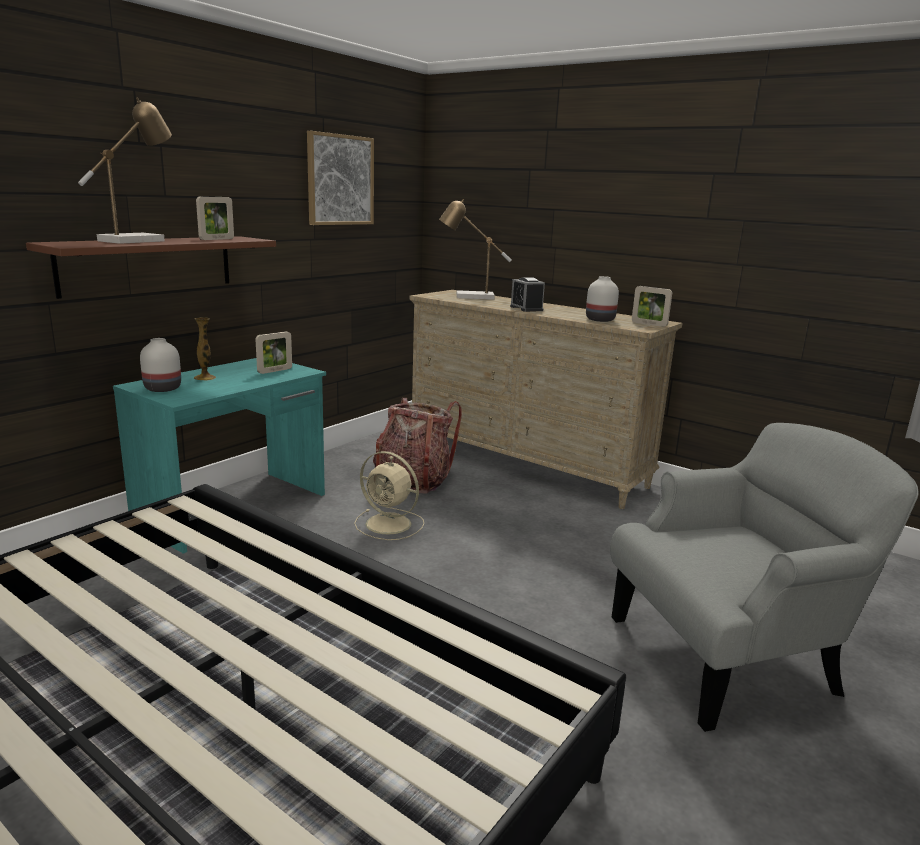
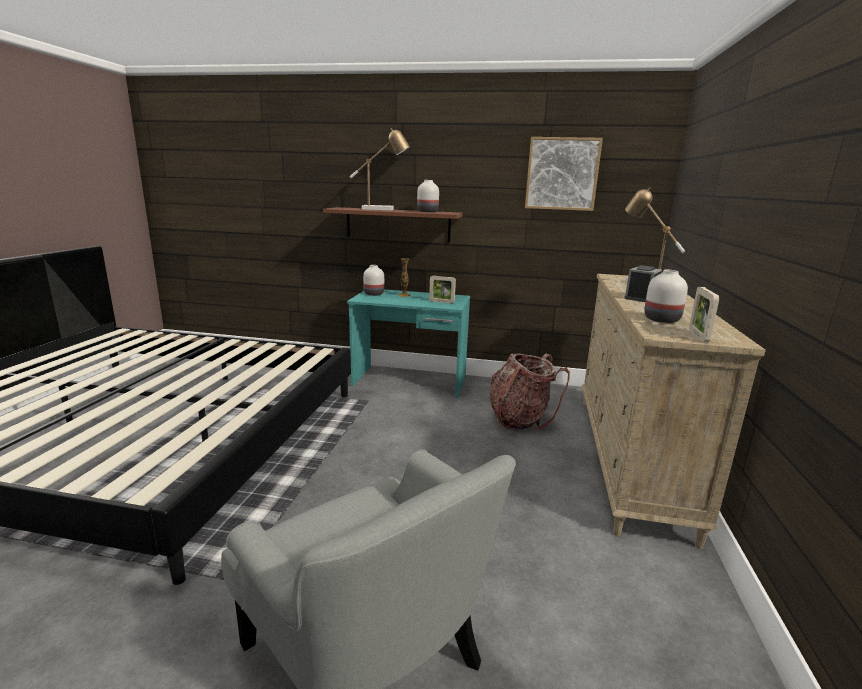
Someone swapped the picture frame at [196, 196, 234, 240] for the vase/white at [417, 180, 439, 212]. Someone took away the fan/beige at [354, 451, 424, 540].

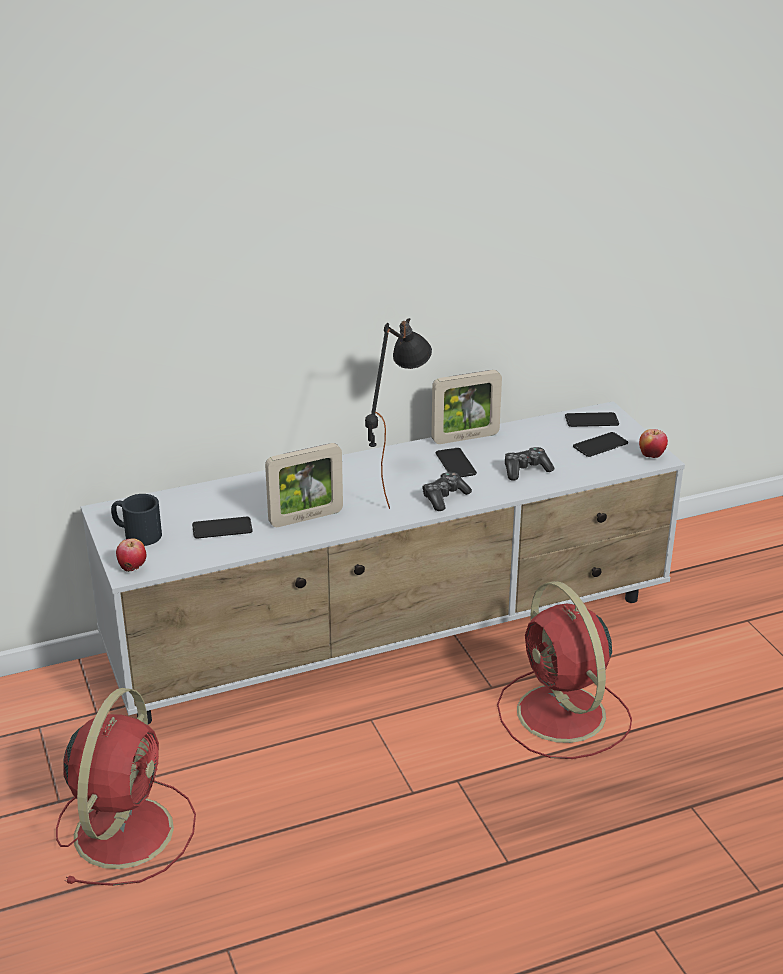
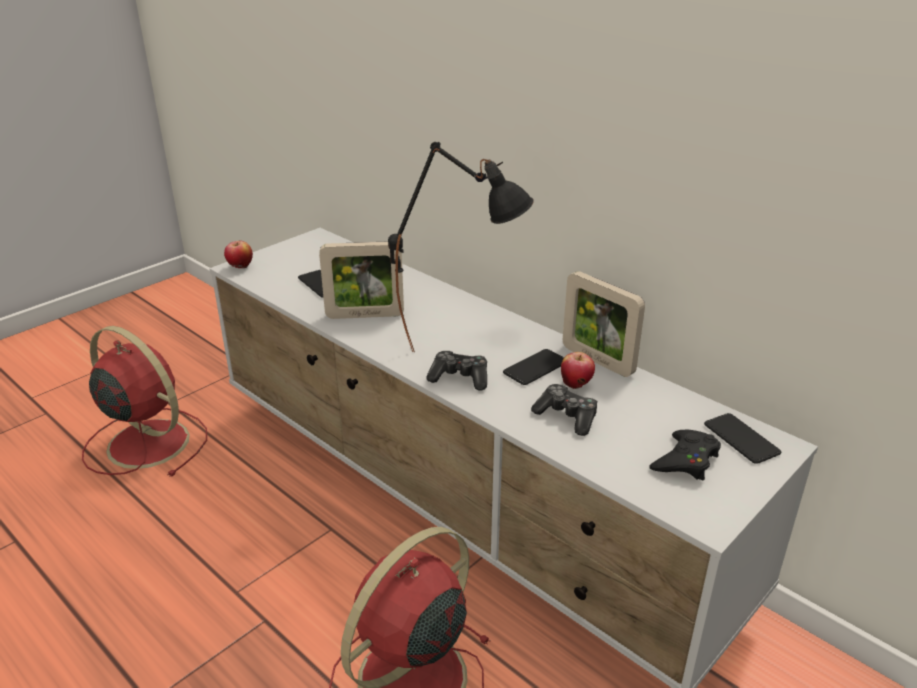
Someone carried the apple from [639, 429, 668, 458] to [561, 352, 595, 389]. Someone swapped the phone at [573, 432, 628, 457] for the game controller/black at [649, 430, 721, 480]. Someone rotated the picture frame at [265, 443, 343, 527] by 45 degrees counterclockwise. Someone took away the mug/black at [111, 494, 162, 546]. Someone rotated the fan/red at [56, 688, 196, 886] by 135 degrees counterclockwise.

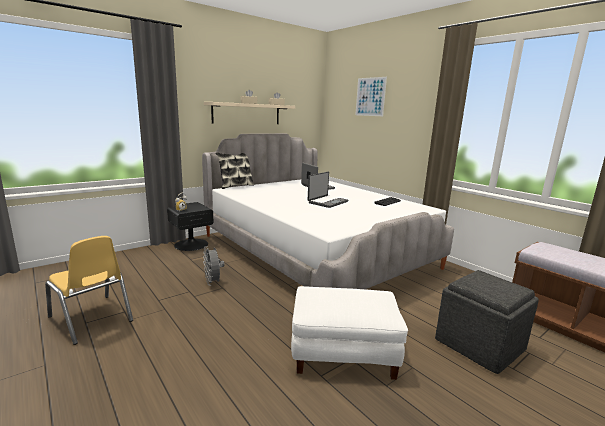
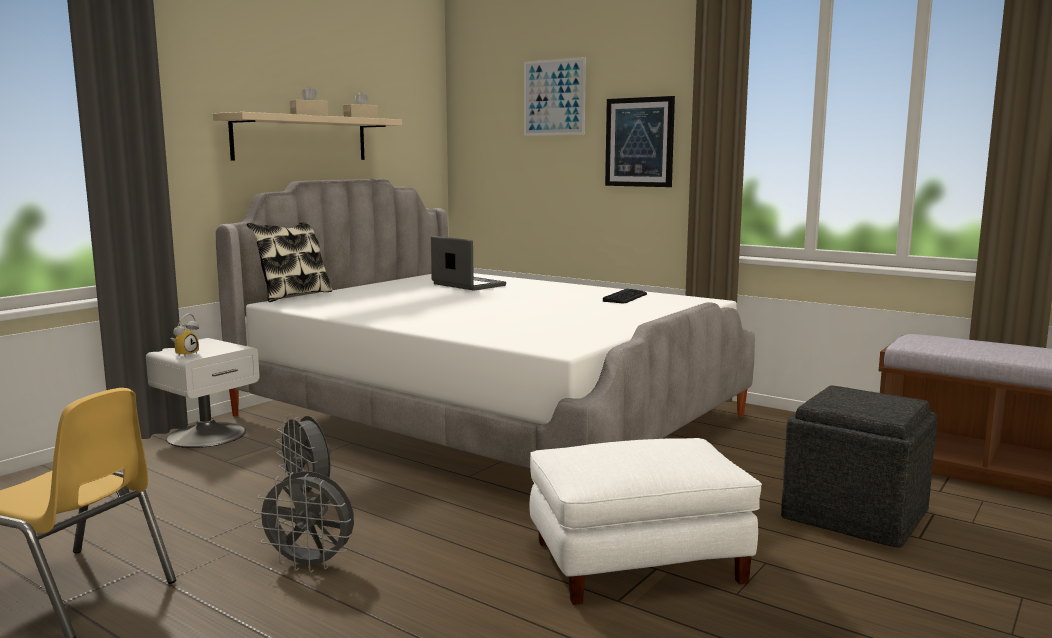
Someone took away the laptop at [308, 172, 348, 208]. Someone repainted the nightstand/black at [167, 202, 214, 251], which became the nightstand/white at [146, 338, 260, 448]. Someone put up the picture at [605, 96, 675, 187]. Someone put down the fan/grey at [253, 471, 354, 573].

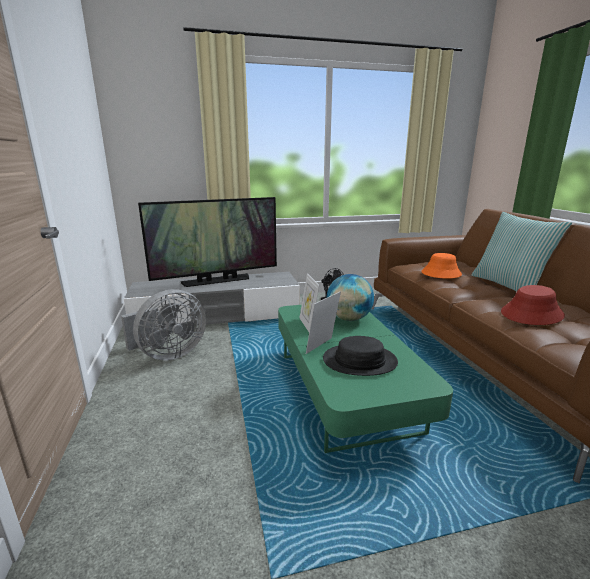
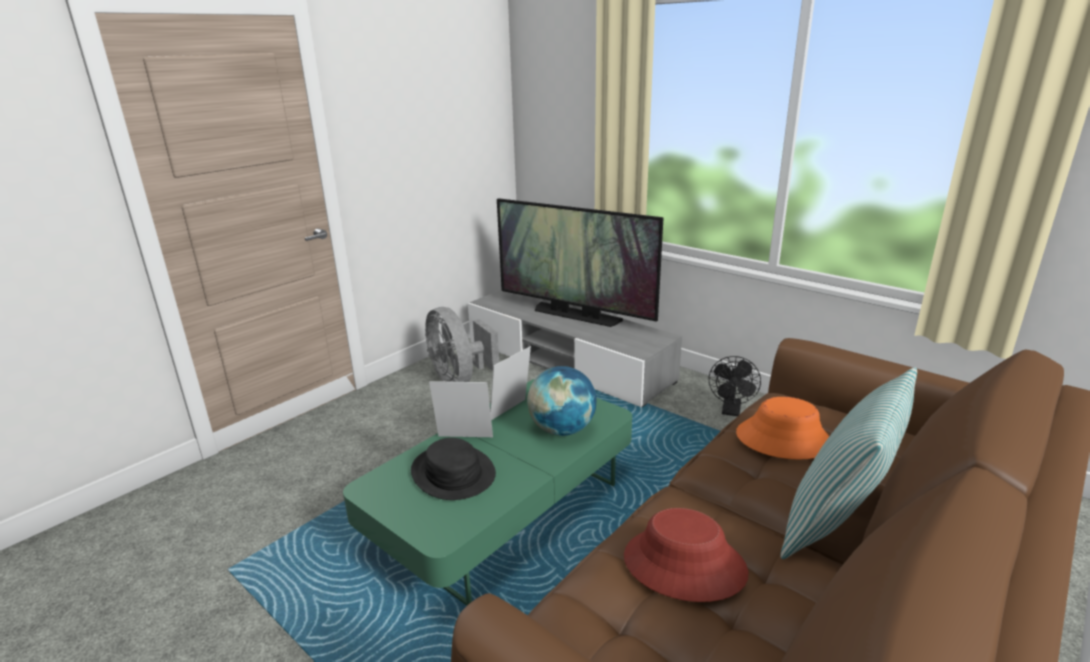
Someone rotated the fan/grey at [121, 289, 206, 361] by 45 degrees clockwise.

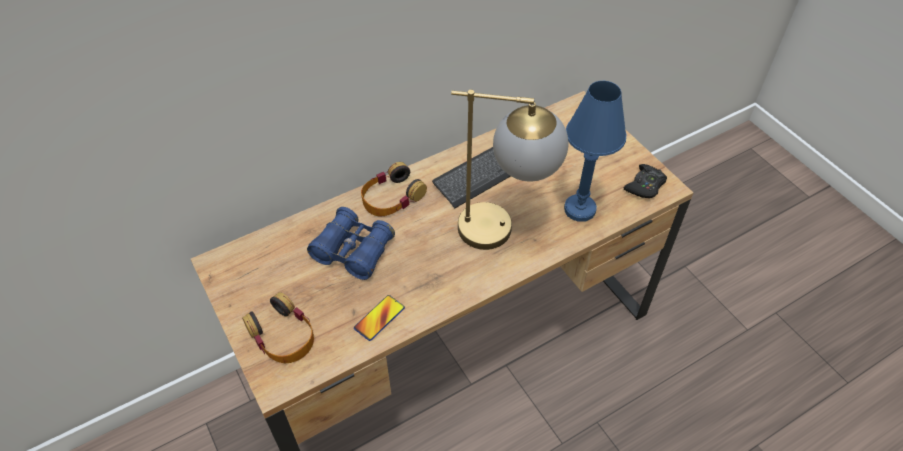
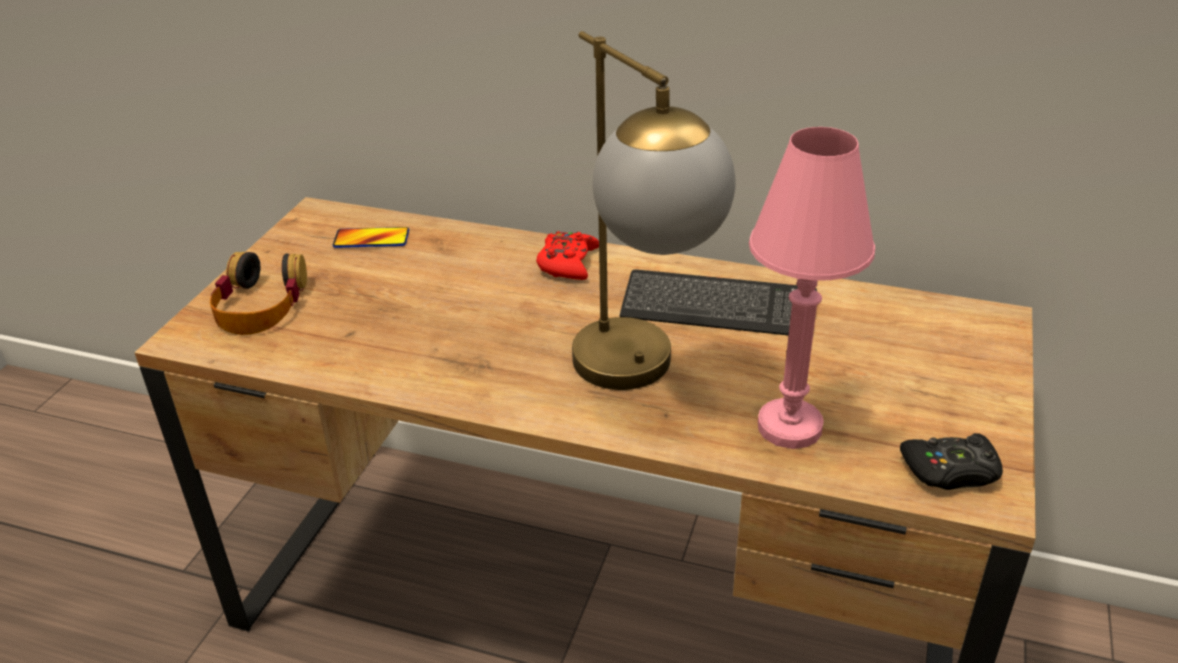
Someone repainted the table lamp/blue at [564, 81, 626, 222], which became the table lamp/pink at [749, 127, 875, 449]. Someone swapped the headphones at [361, 162, 427, 216] for the game controller/red at [536, 231, 599, 280]. Someone took away the binoculars/blue at [307, 207, 395, 280]. Someone carried the phone from [354, 295, 405, 341] to [333, 227, 409, 248].

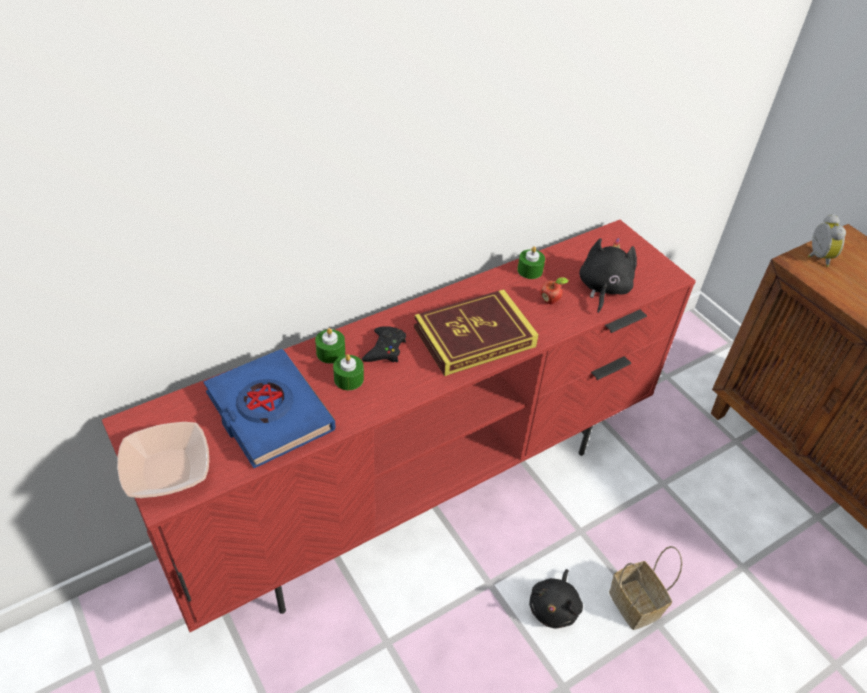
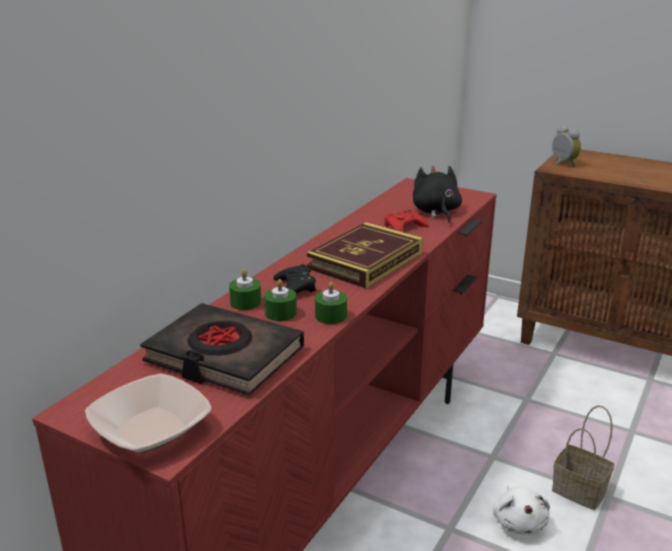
Someone carried the candle/green from [517, 246, 545, 279] to [315, 282, 347, 324]. Someone swapped the apple at [540, 277, 569, 304] for the game controller/red at [384, 210, 429, 232]. Someone repainted the book/blue at [203, 349, 336, 468], which became the book/black at [140, 303, 304, 395]. Someone repainted the plush toy/black at [529, 569, 583, 628], which became the plush toy/white at [493, 485, 550, 535].

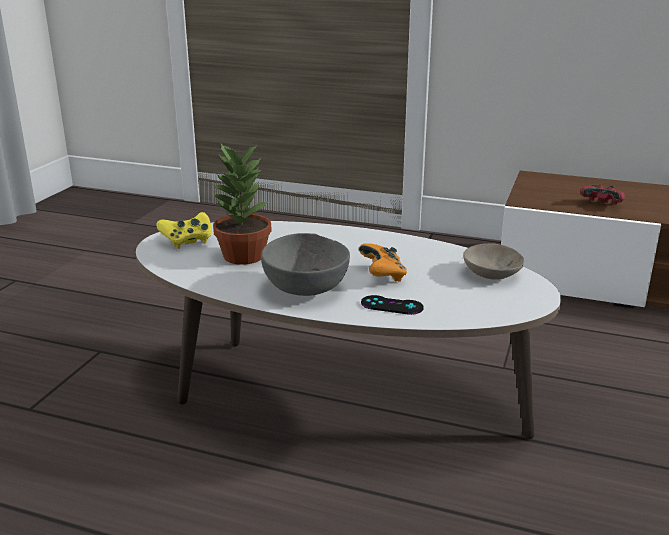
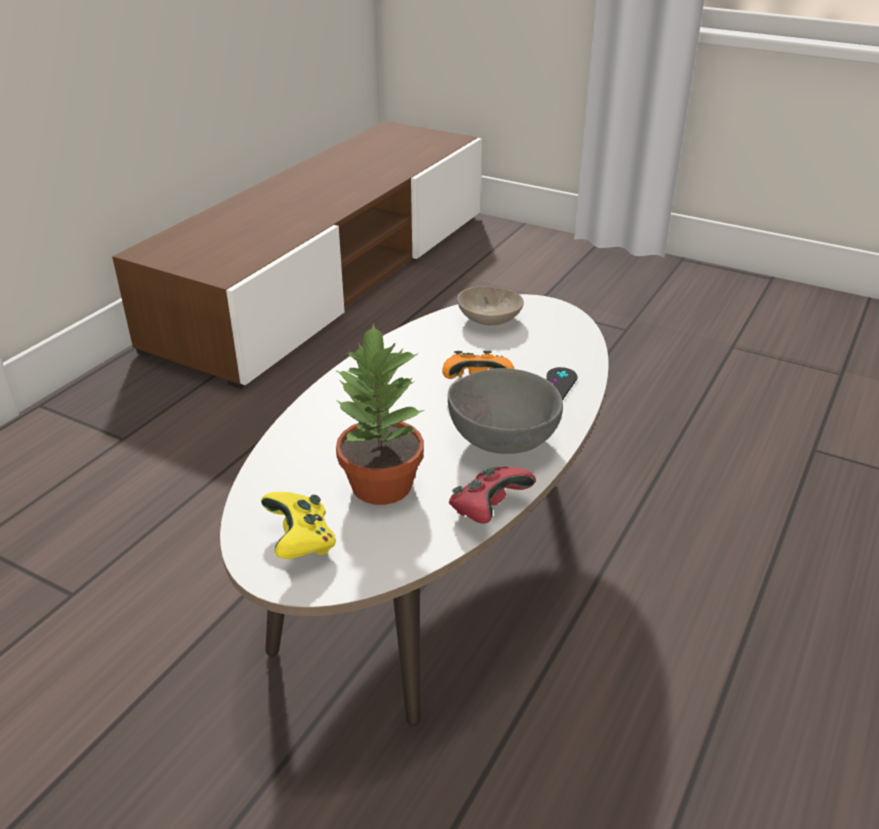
Someone carried the game controller/red from [580, 185, 625, 205] to [449, 467, 536, 524].

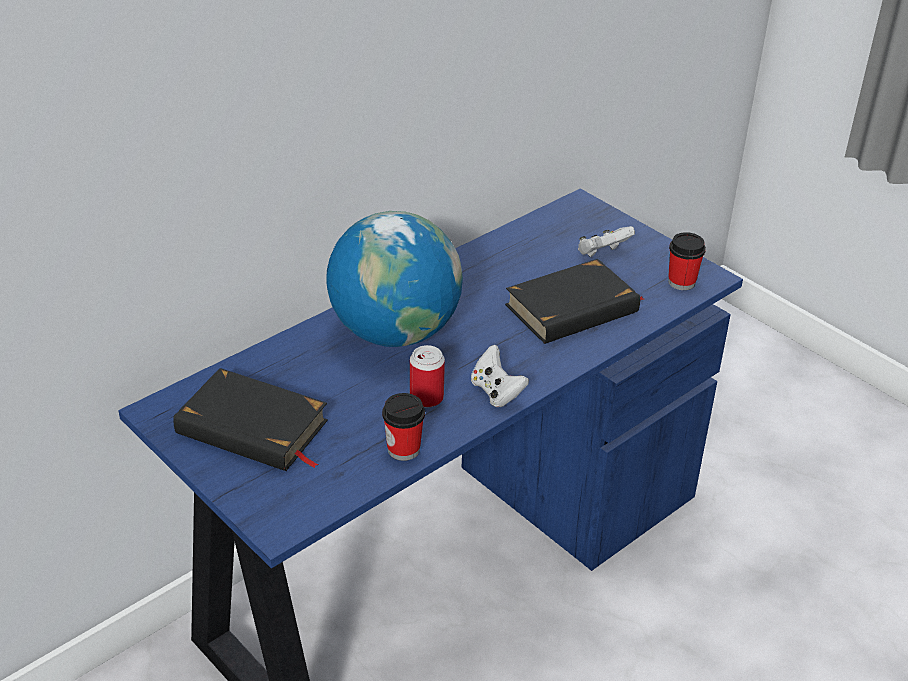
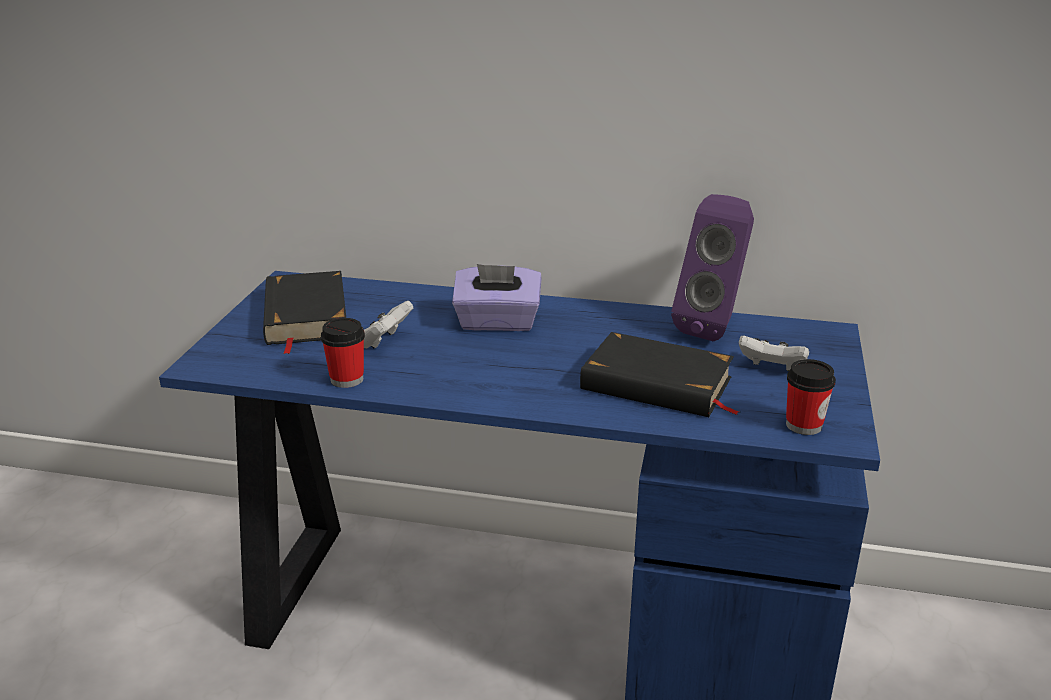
Someone swapped the globe at [326, 211, 463, 347] for the tissue box/purple at [452, 264, 542, 331]. Someone took away the can at [410, 345, 445, 407]. Someone carried the game controller/white from [471, 345, 529, 407] to [362, 301, 413, 349]. Someone put down the speaker/purple at [671, 194, 754, 341].

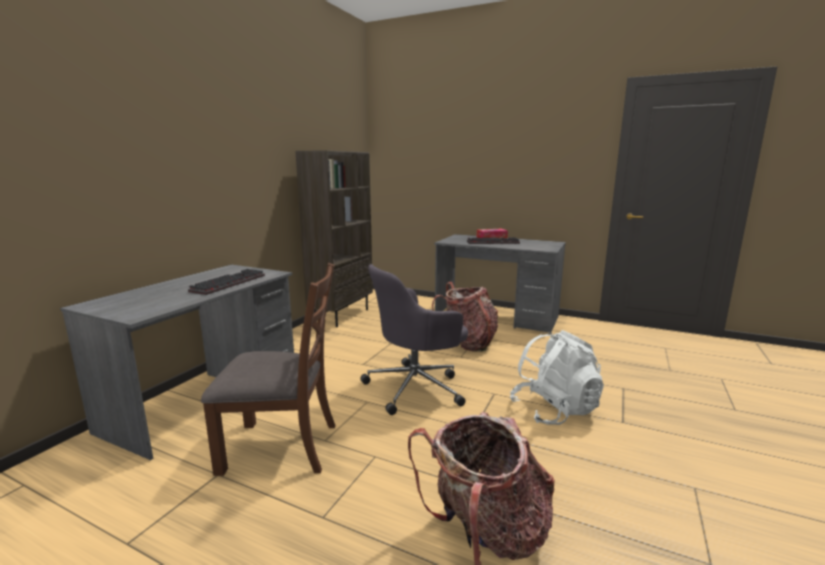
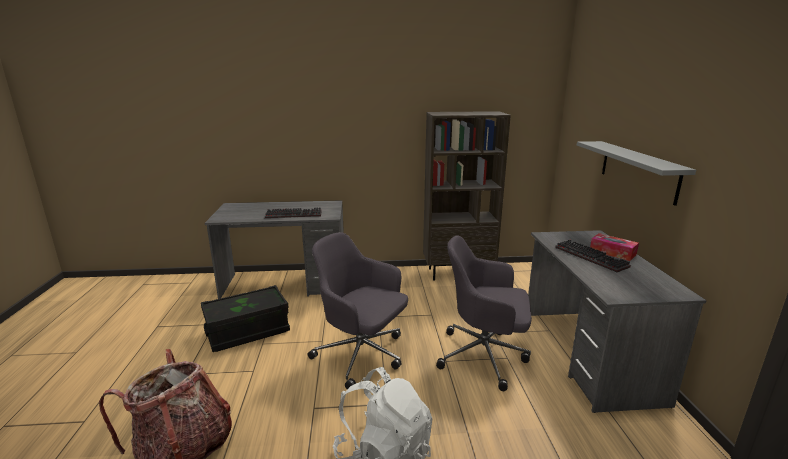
Someone swapped the chair/brown at [201, 263, 335, 476] for the storage box/black at [201, 285, 290, 352]. Someone swapped the backpack at [432, 282, 498, 352] for the office chair/grey at [436, 235, 532, 391]. Someone put up the shelf/grey at [577, 141, 696, 206].

